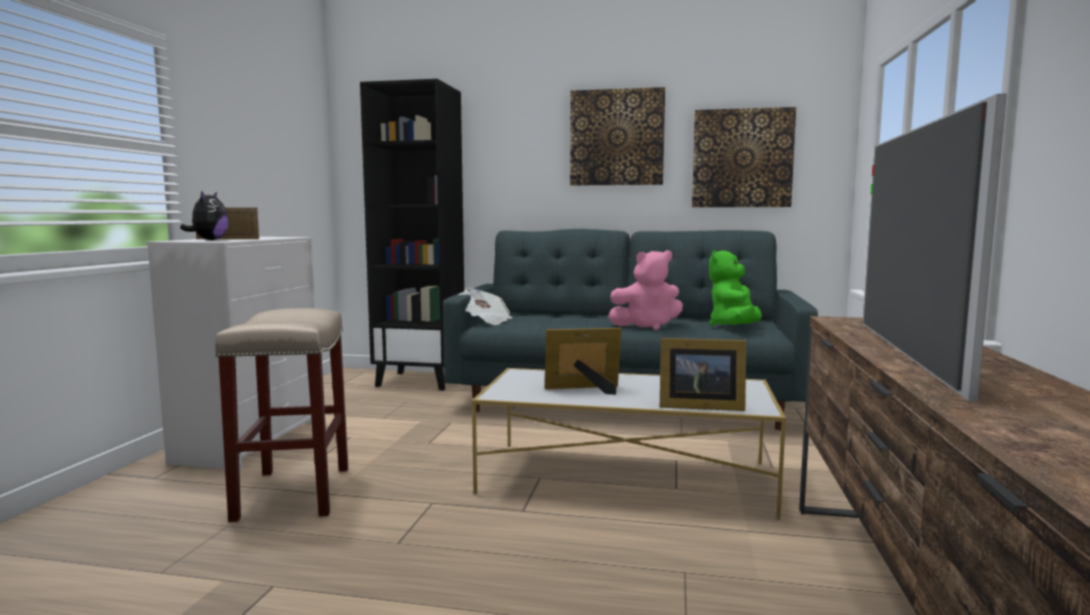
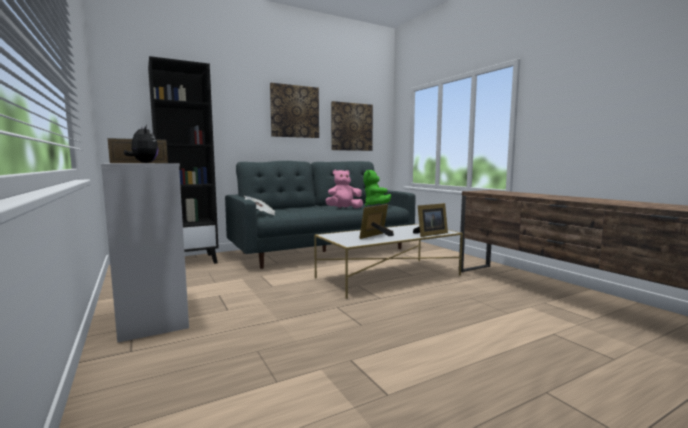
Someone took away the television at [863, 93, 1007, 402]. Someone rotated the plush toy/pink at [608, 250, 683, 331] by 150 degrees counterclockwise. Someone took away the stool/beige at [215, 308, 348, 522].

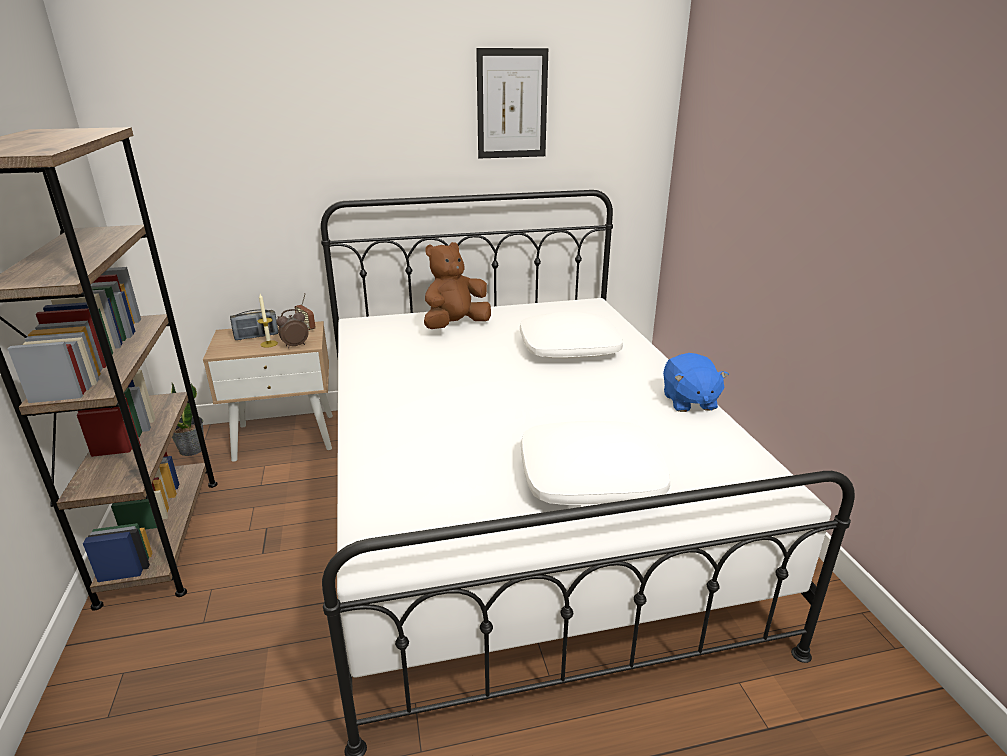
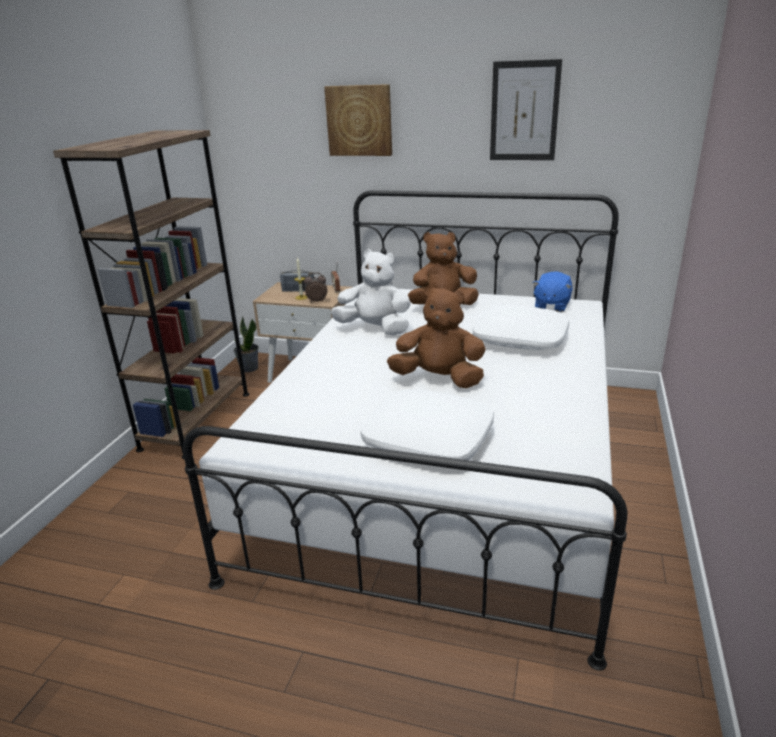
Someone carried the plush toy/blue from [663, 353, 729, 412] to [533, 271, 573, 312]. Someone put up the picture at [324, 84, 392, 156]. Someone put down the plush toy/white at [331, 249, 411, 335]. Someone put down the plush toy/brown at [387, 285, 486, 388].

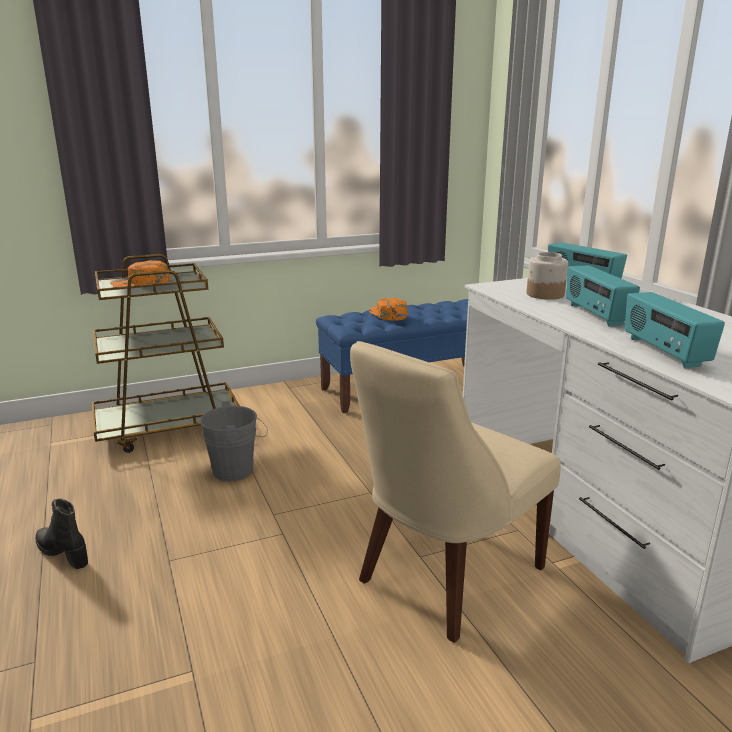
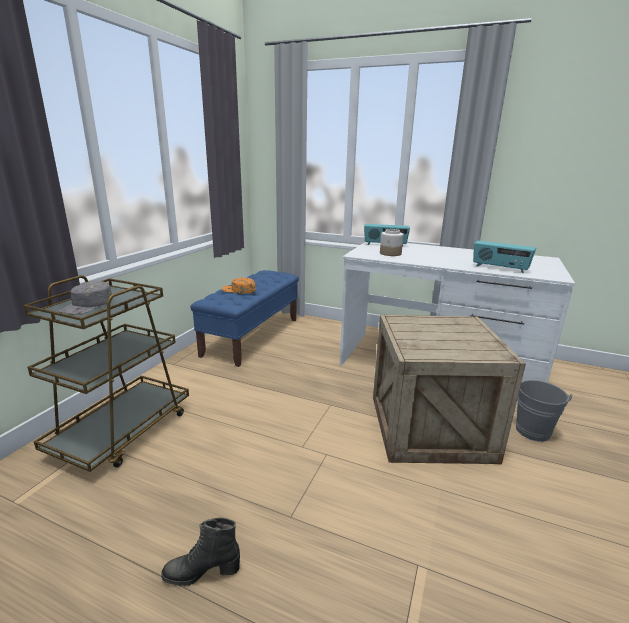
Someone repainted the cap/orange at [110, 260, 170, 287], which became the cap/grey at [56, 281, 113, 315]. Someone took away the radio at [566, 265, 640, 327]. Someone swapped the chair/beige at [350, 341, 561, 643] for the crate at [373, 315, 526, 464]. Someone carried the bucket/grey from [199, 401, 268, 481] to [516, 380, 572, 442].

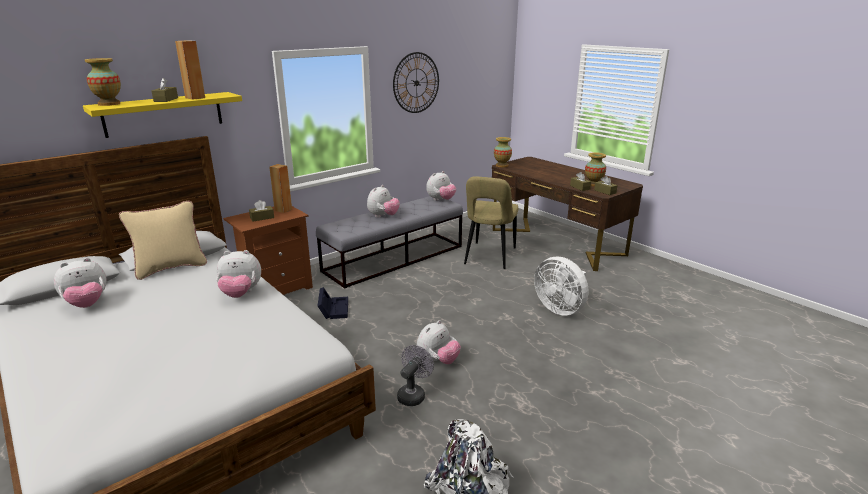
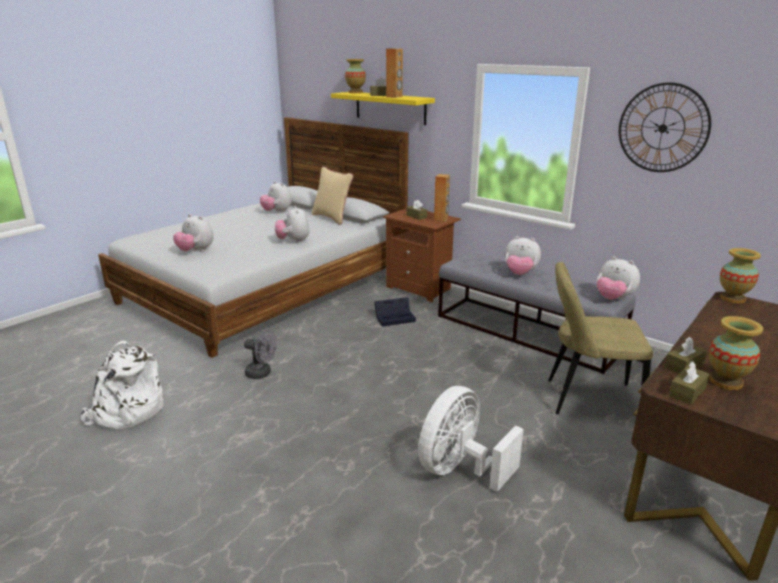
Someone carried the plush toy from [417, 320, 461, 365] to [173, 214, 214, 252].

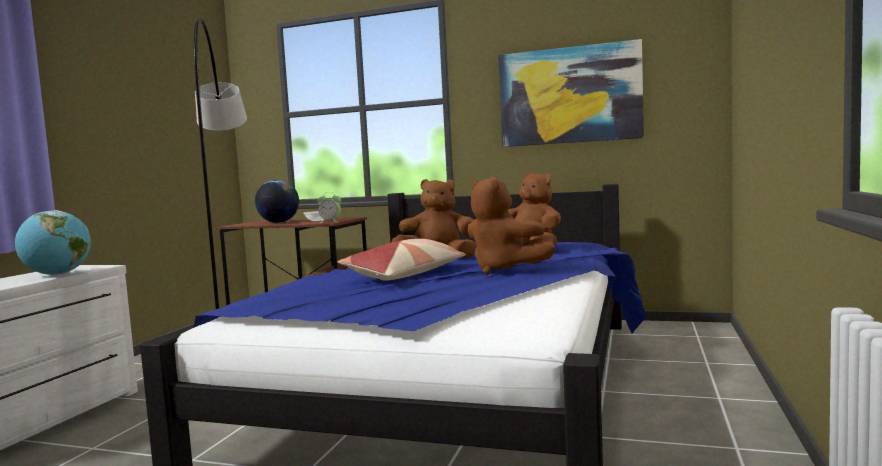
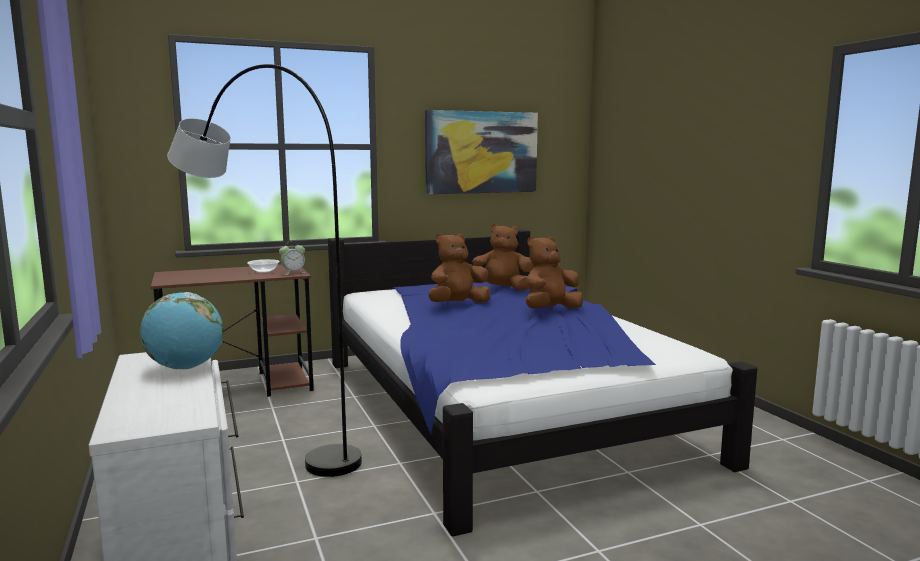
Someone rotated the plush toy/brown at [468, 177, 555, 274] by 135 degrees clockwise. Someone took away the globe at [255, 180, 299, 223]. Someone took away the pillow at [338, 239, 466, 281].

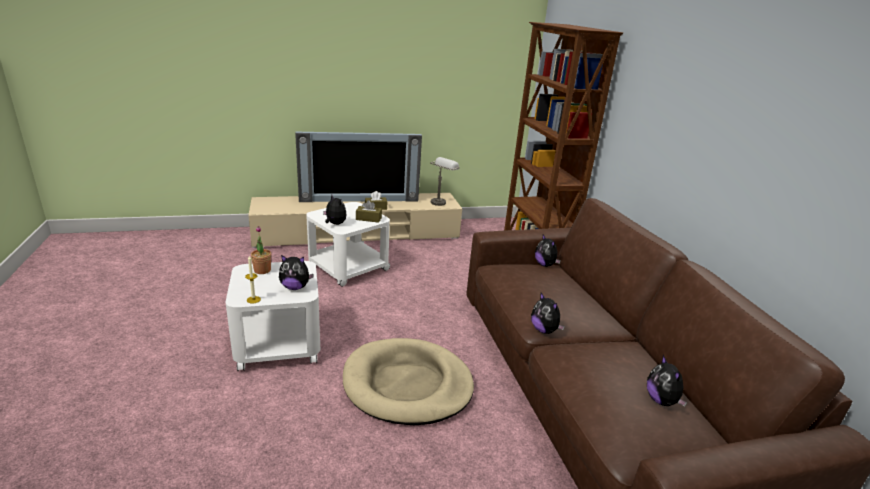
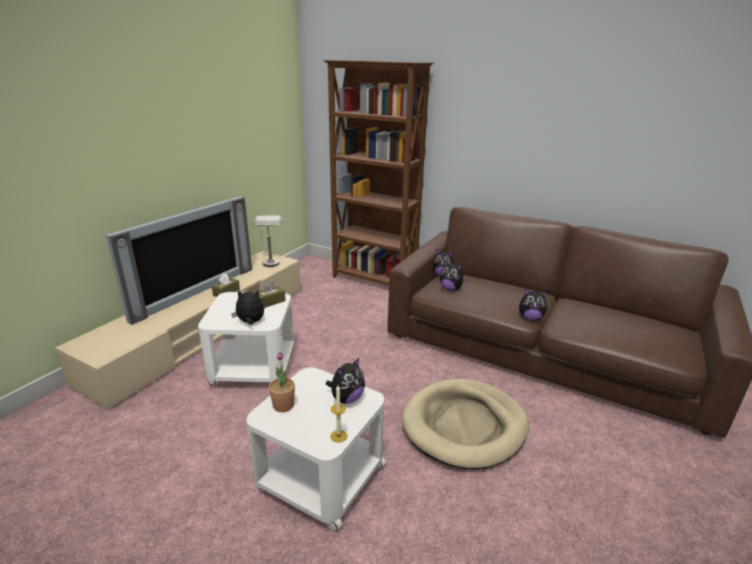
Someone carried the plush toy from [647, 355, 687, 406] to [440, 260, 467, 291].

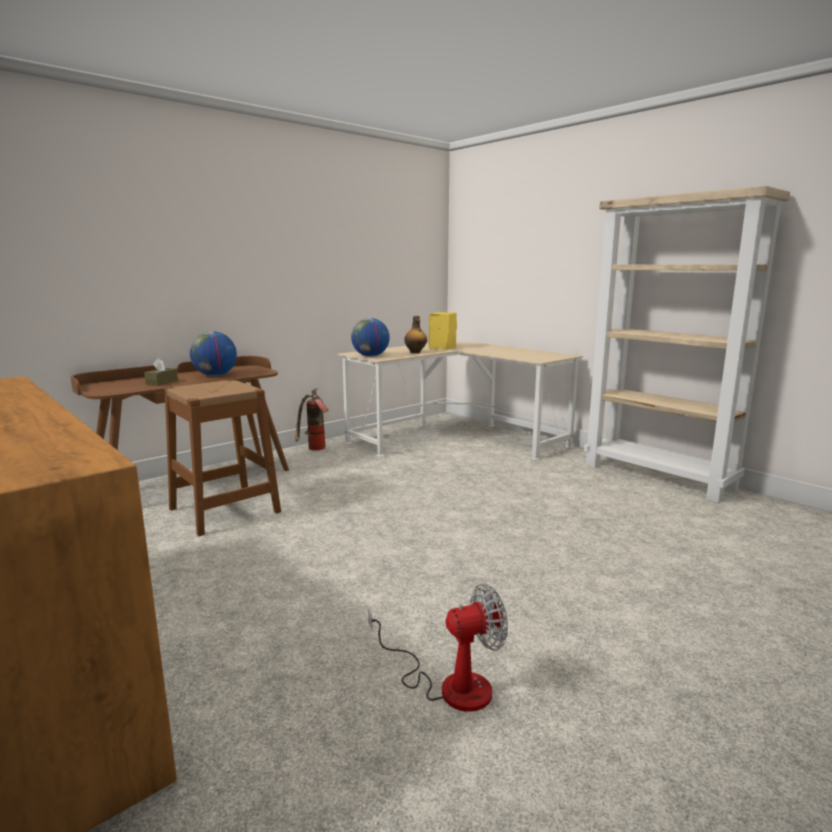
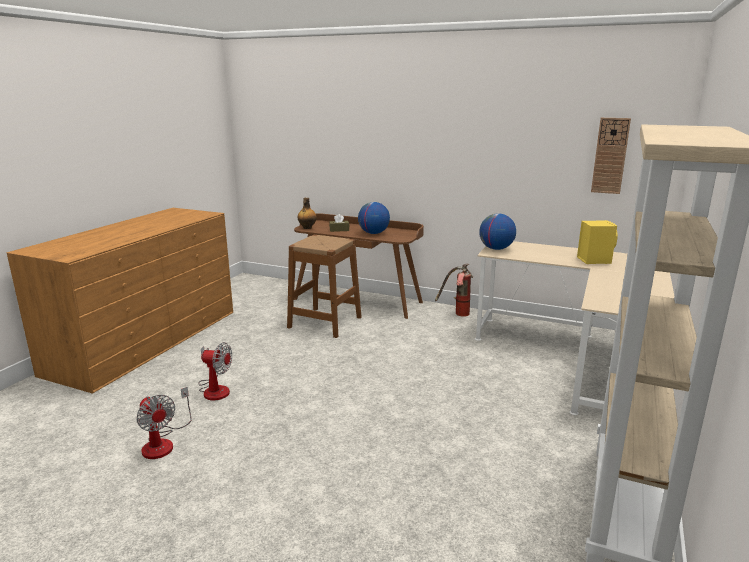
Someone carried the bottle from [404, 316, 427, 353] to [297, 198, 317, 229]. Someone put up the wall clock at [591, 118, 631, 194]. Someone put down the fan at [198, 342, 232, 401].

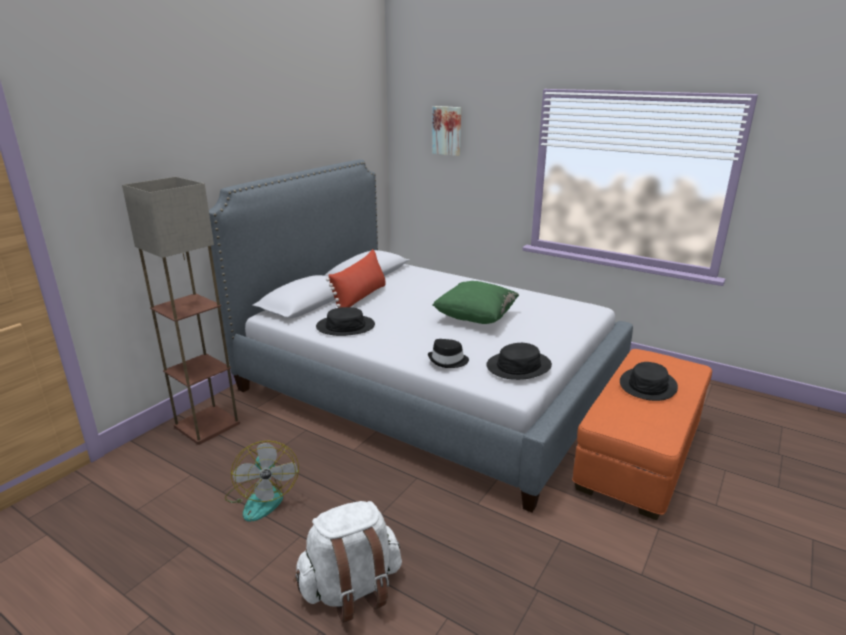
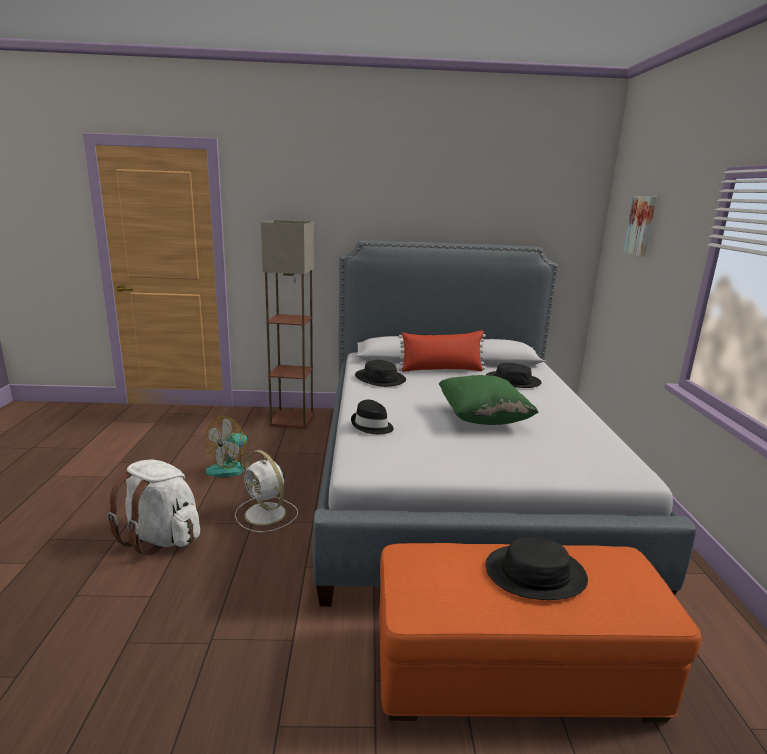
Someone carried the hat/black from [486, 343, 552, 380] to [486, 363, 542, 388]. Someone put down the fan/white at [235, 450, 298, 532].

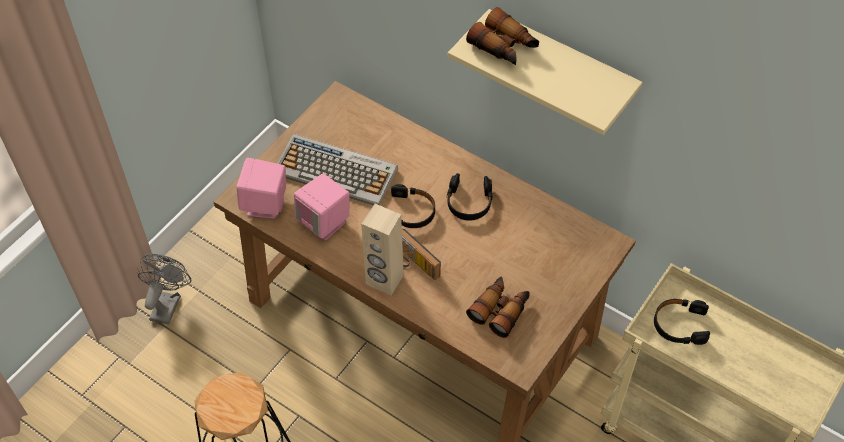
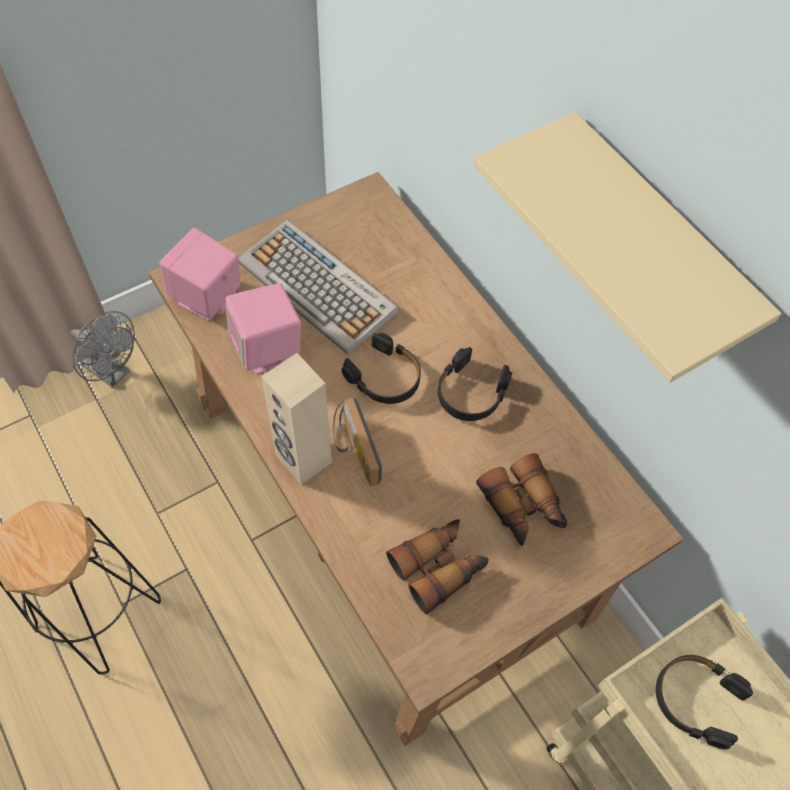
Someone carried the binoculars from [466, 7, 539, 65] to [476, 453, 567, 546]. Someone rotated the fan/grey at [137, 254, 191, 325] by 90 degrees clockwise.

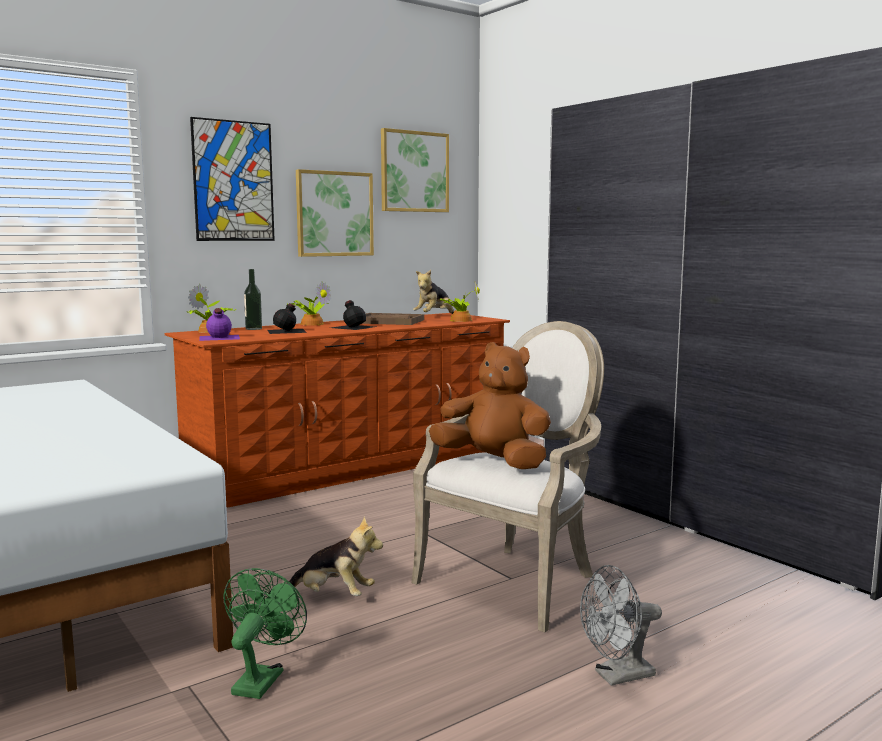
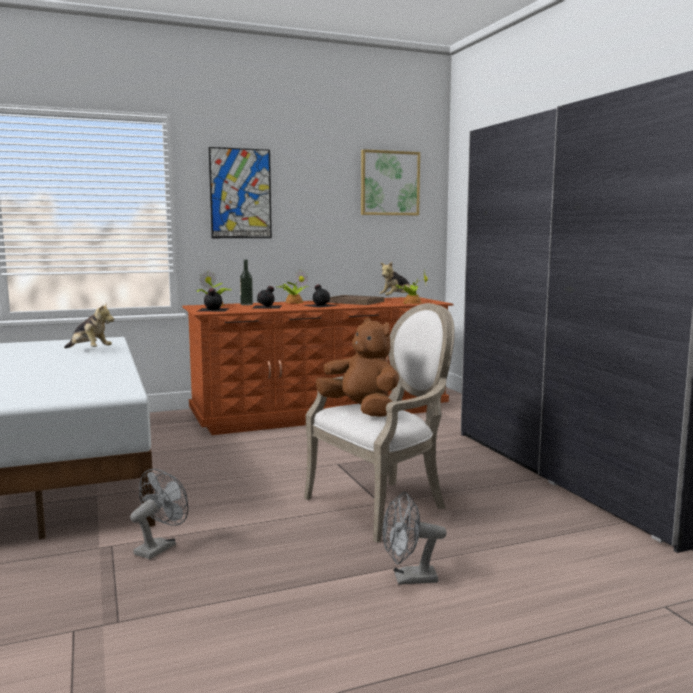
Someone took away the picture at [296, 169, 374, 257]. Someone repainted the bottle/purple at [199, 308, 240, 341], which became the bottle/black at [196, 288, 229, 312]. Someone carried the plush toy from [286, 517, 383, 596] to [64, 304, 114, 348]. Someone repainted the fan/green at [223, 568, 307, 699], which became the fan/grey at [130, 469, 189, 559].

